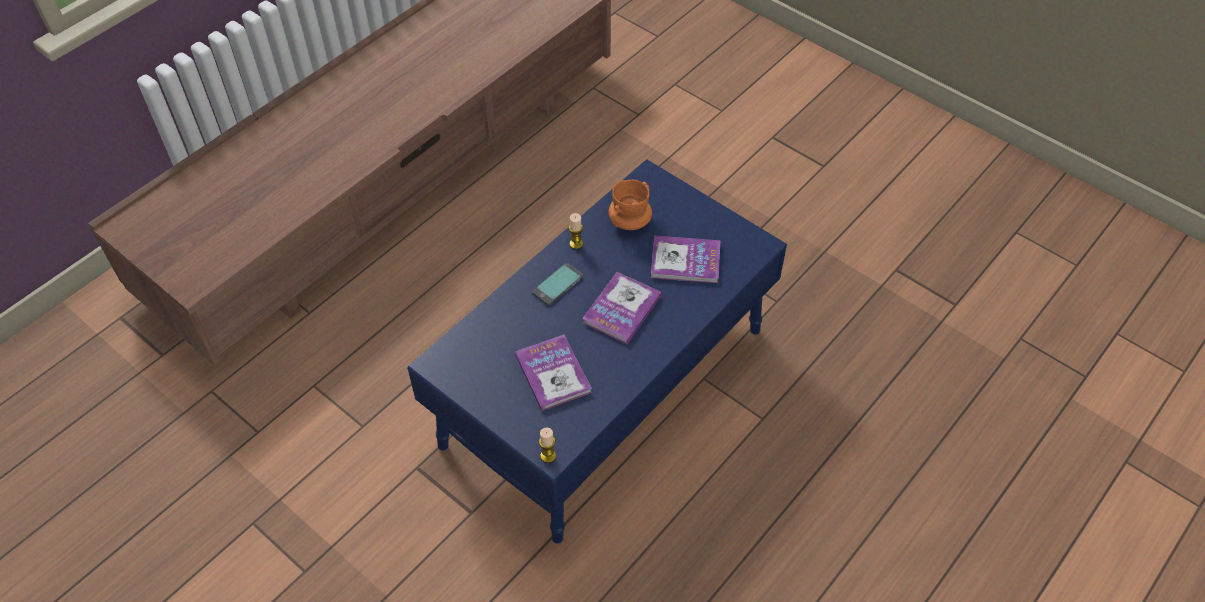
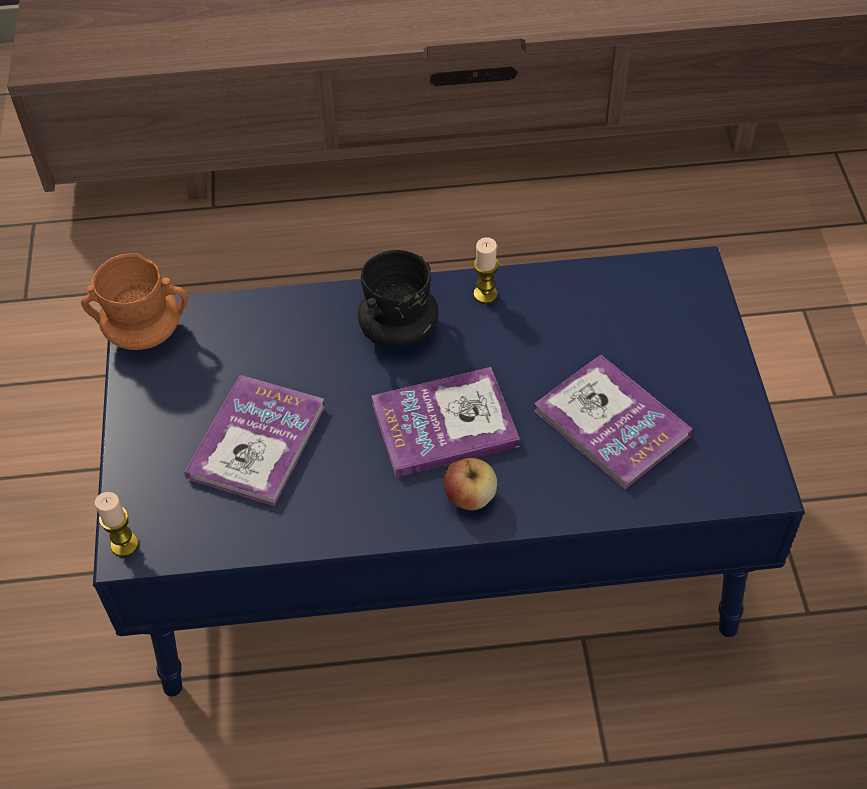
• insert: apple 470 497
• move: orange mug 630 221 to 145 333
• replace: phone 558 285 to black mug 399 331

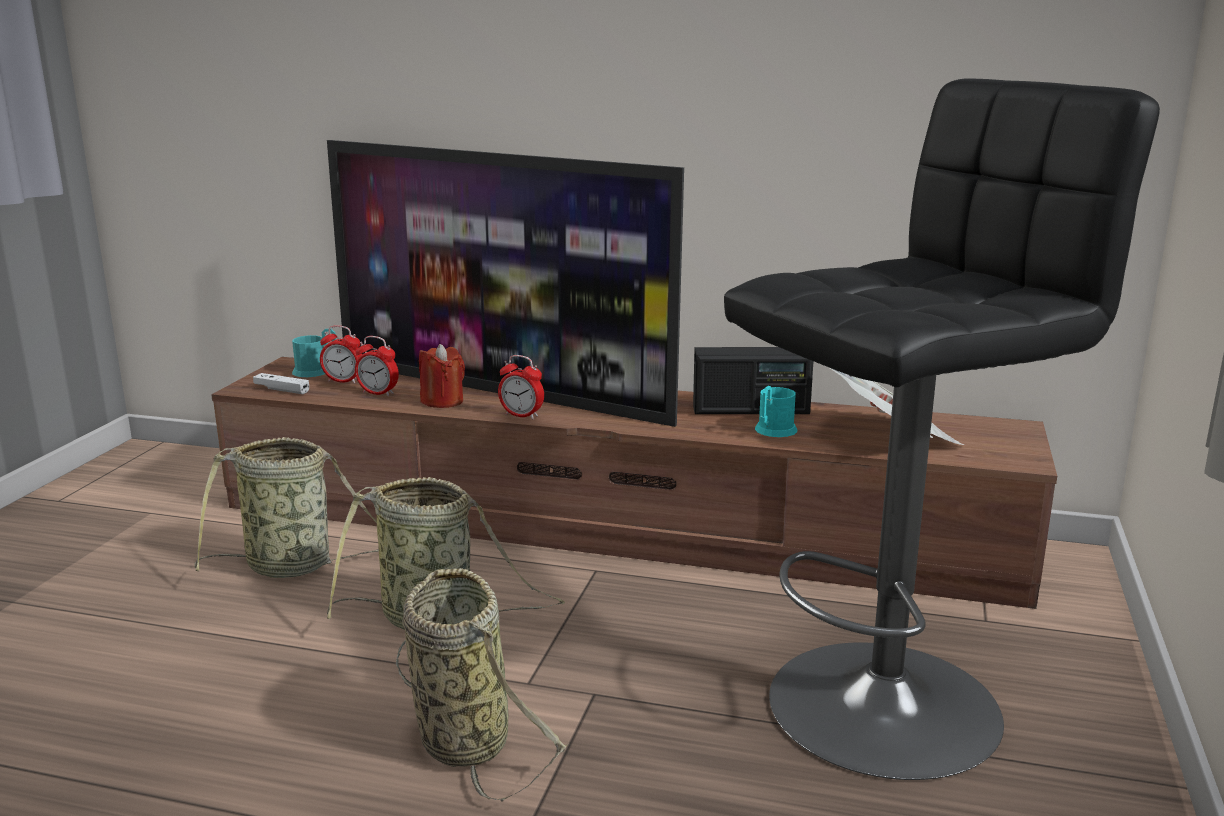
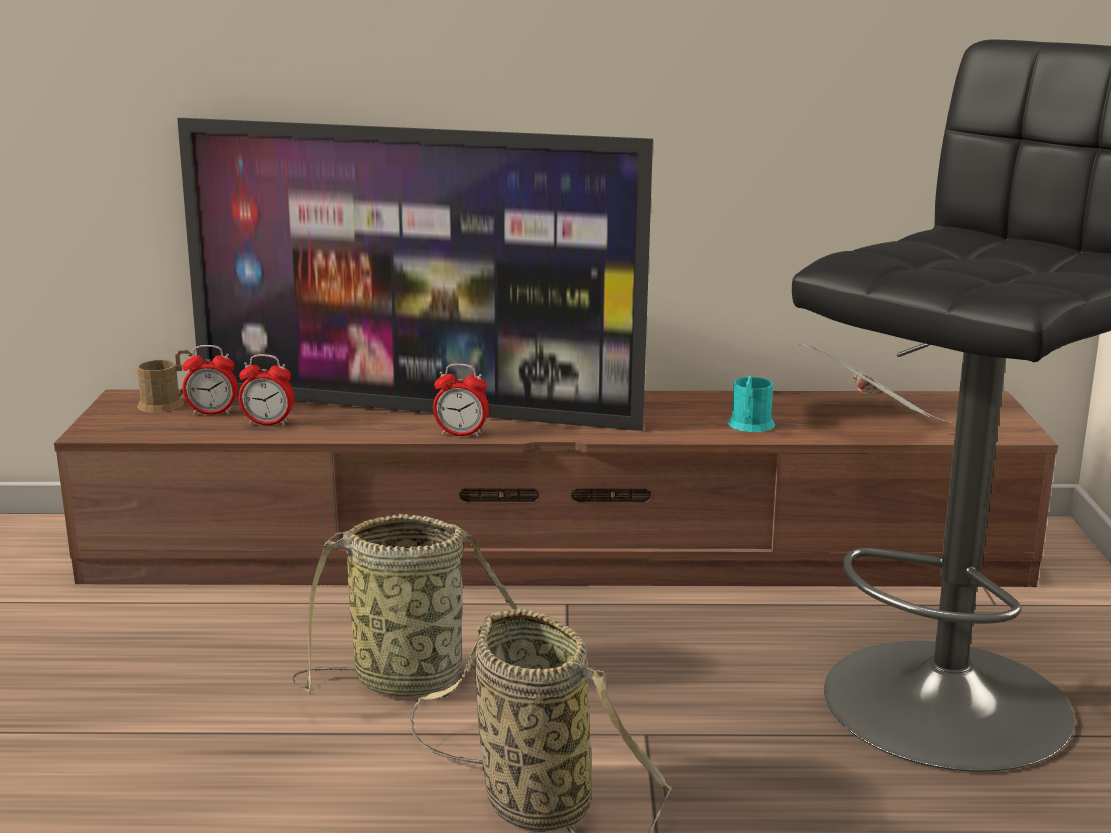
• delete: basket 296 566
• delete: white game controller 282 390
• delete: red candle 442 401
• delete: radio 751 410
• recolor: turquoise mug 316 371 to brown mug 168 404

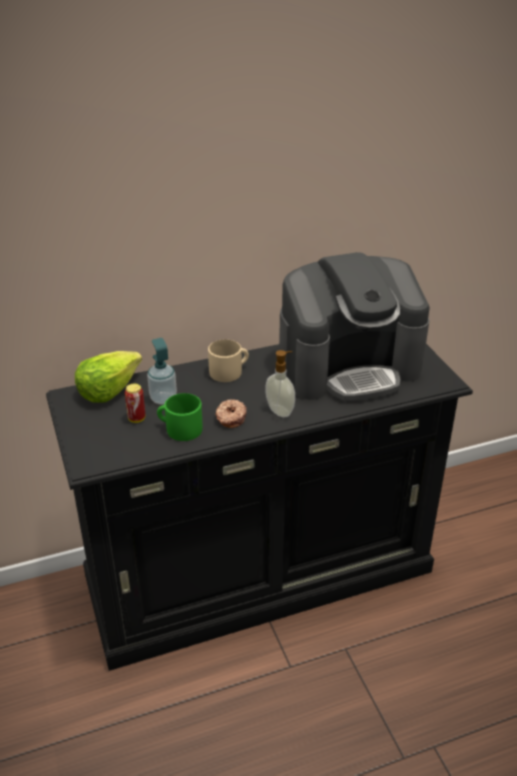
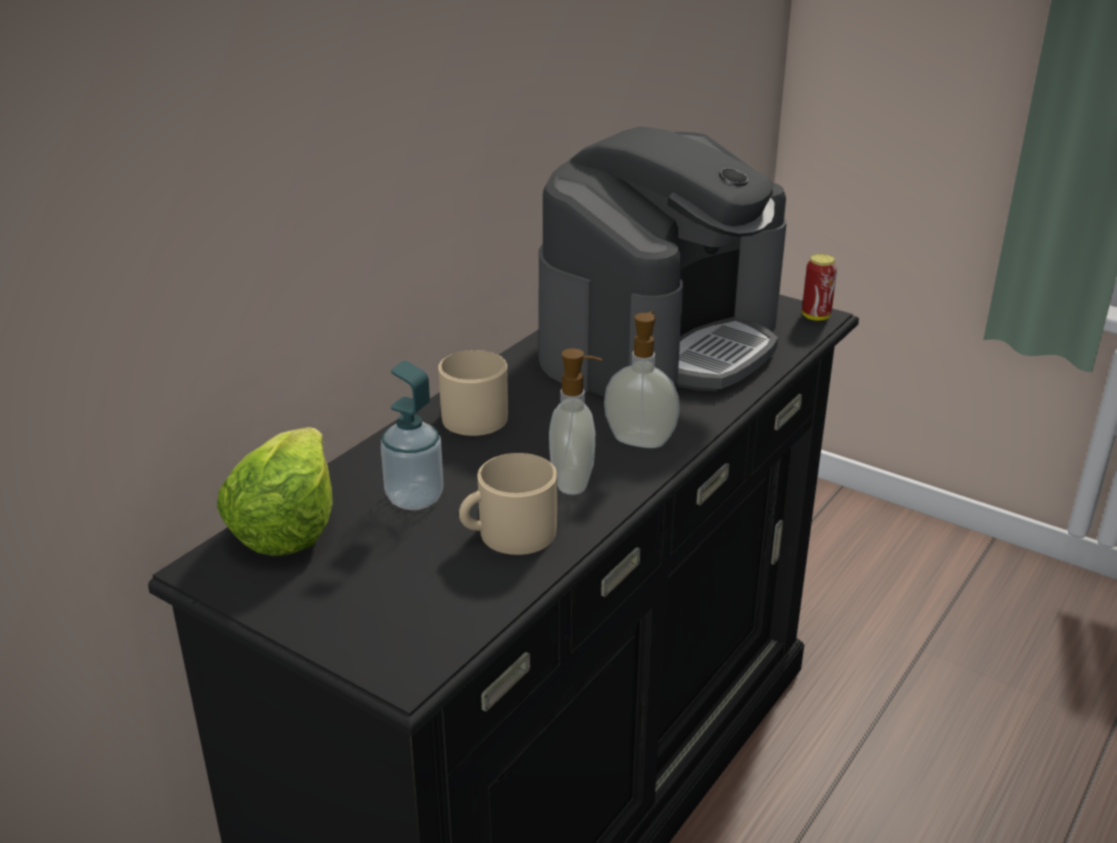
• move: can 136 419 to 815 317
• replace: donut 230 418 to soap dispenser 574 482
• recolor: green mug 179 428 to beige mug 508 534

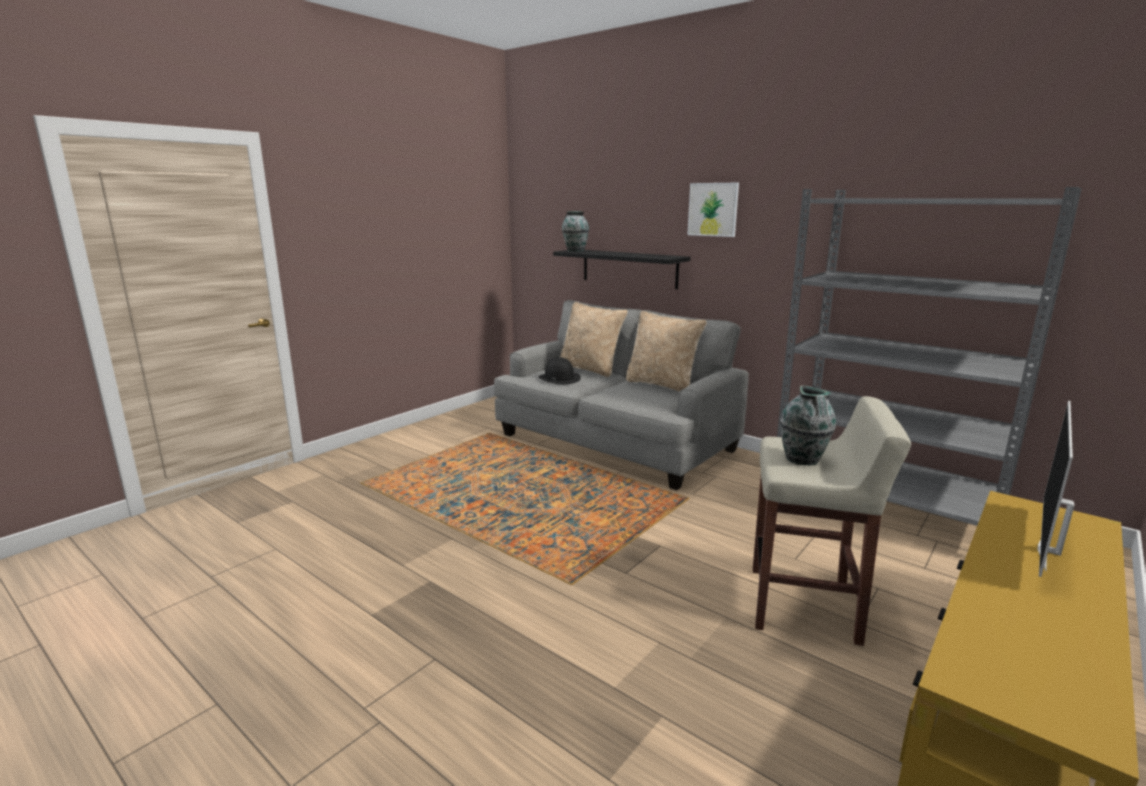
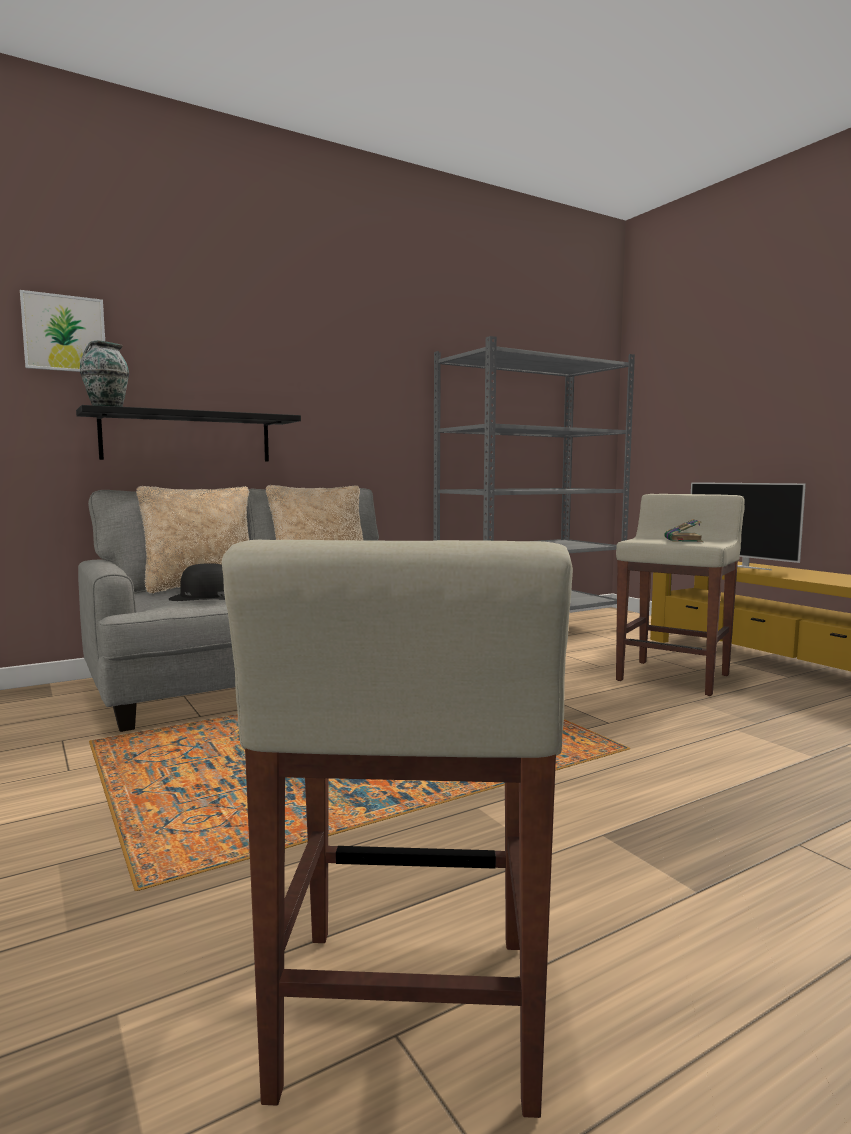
• insert: beige stool 407 1016
• move: picture 713 209 to 64 333
• replace: vase 803 460 to book 683 540

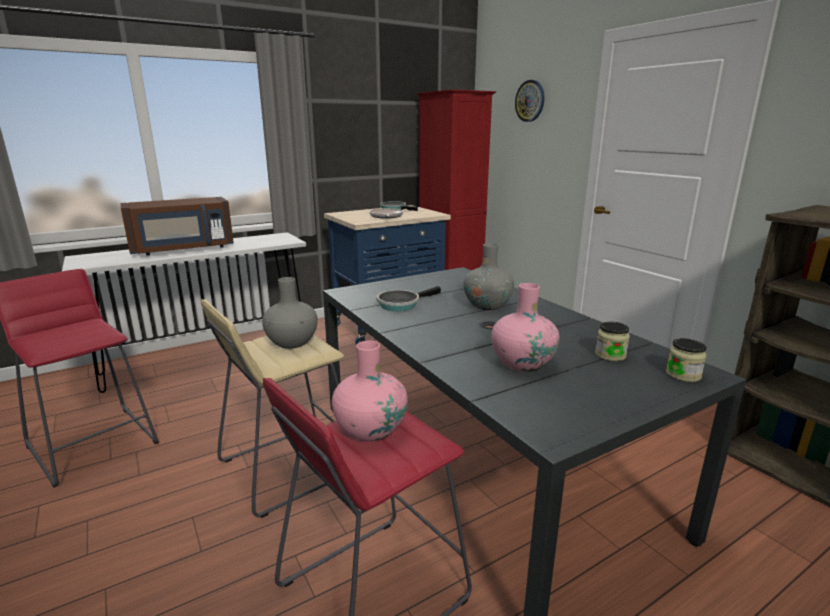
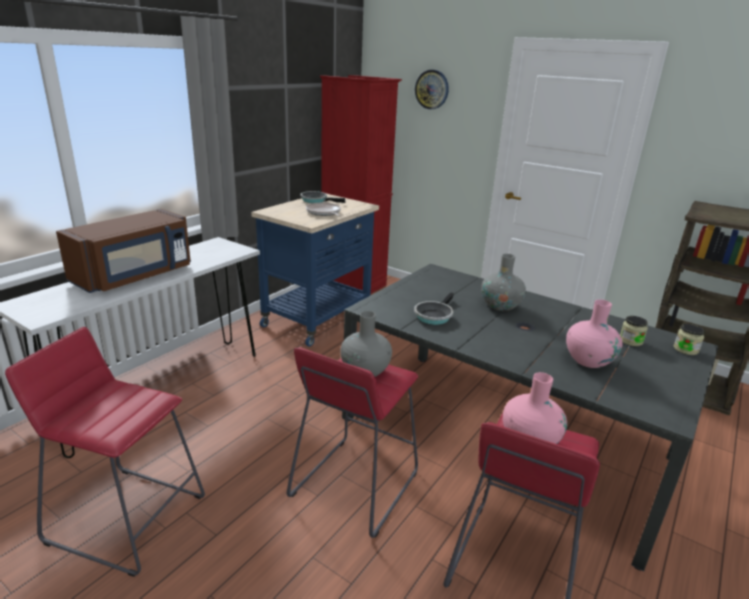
• recolor: beige stool 287 467 to red stool 355 485

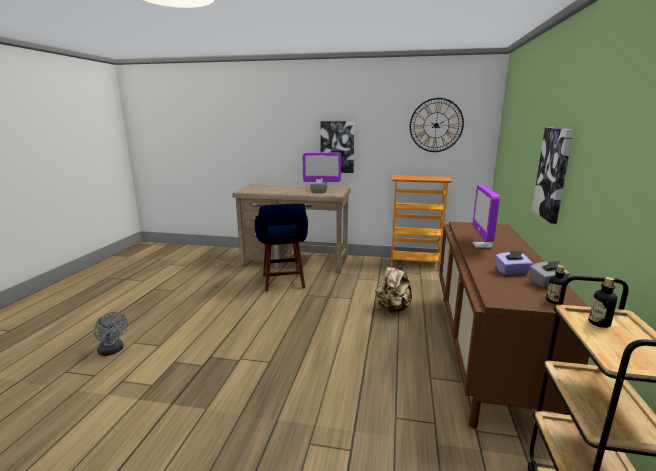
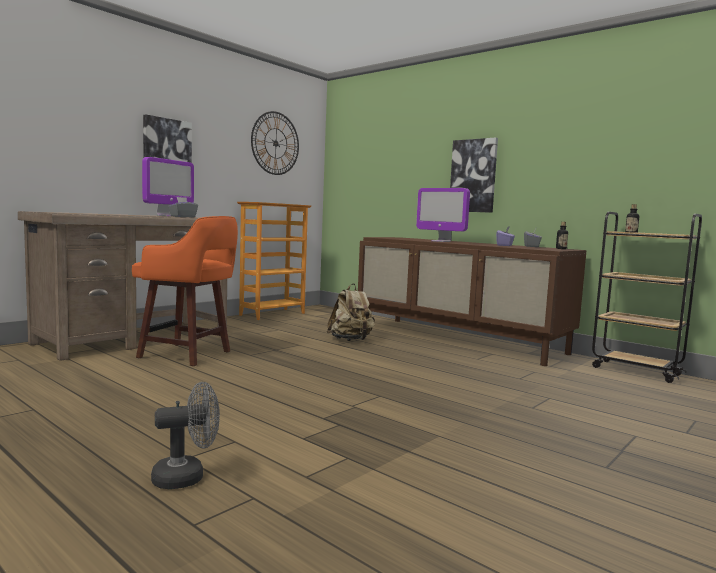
• recolor: blue stool 283 282 to orange stool 188 355

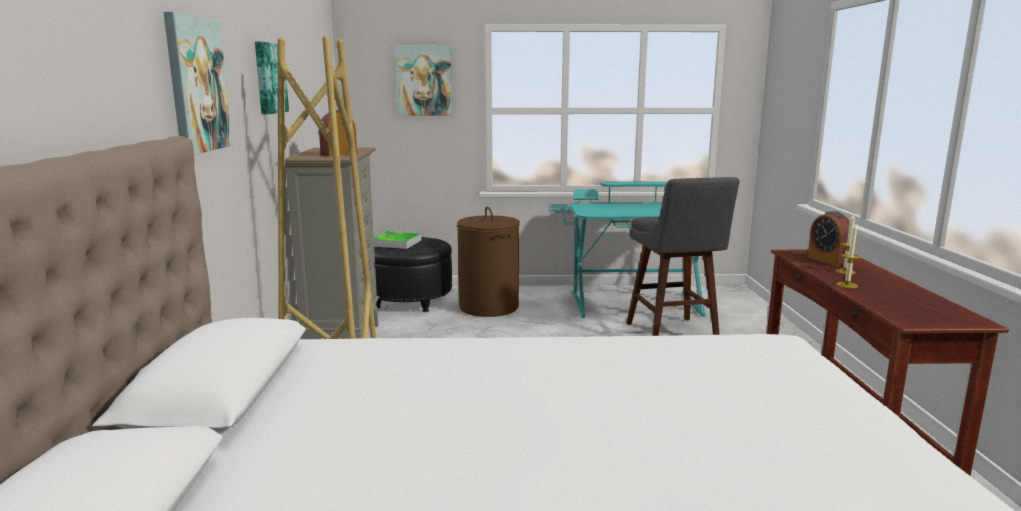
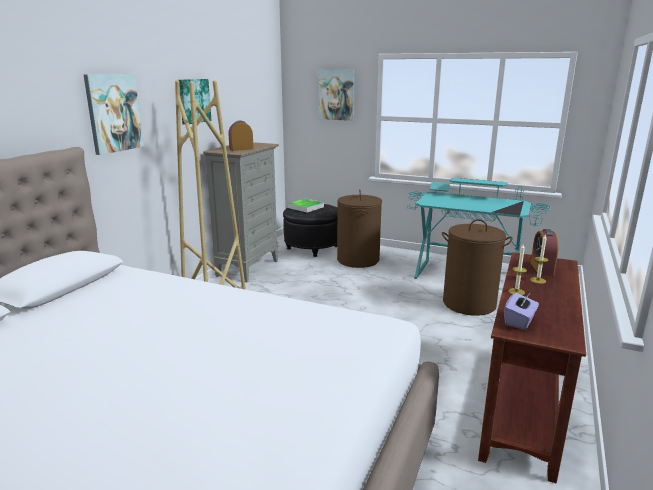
• insert: purple tissue box 519 321
• replace: grey stool 673 334 to brown laundry basket 469 304

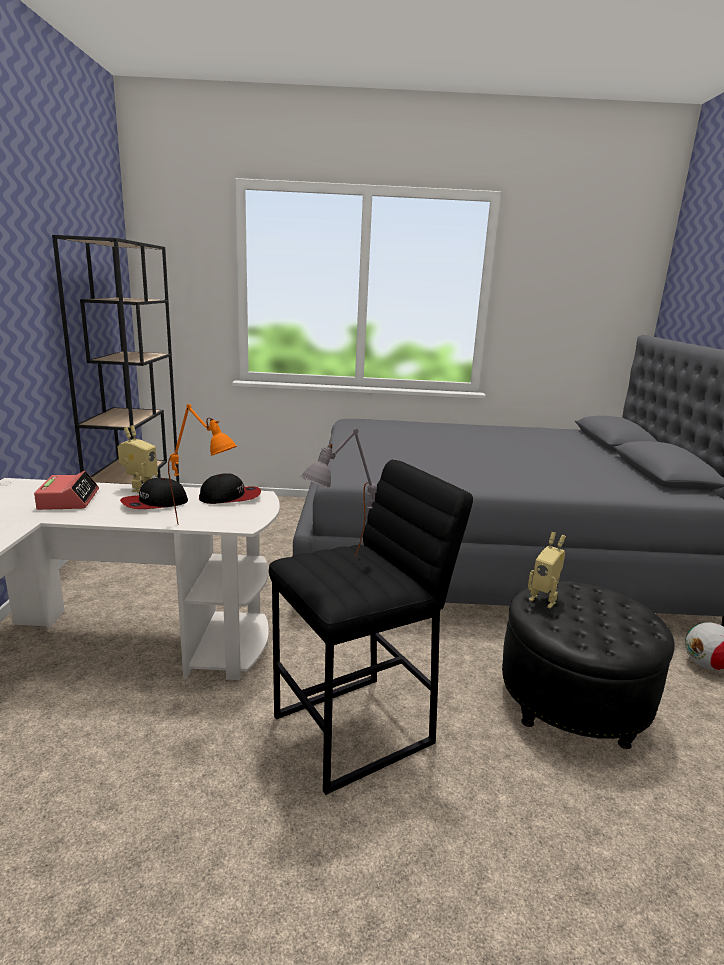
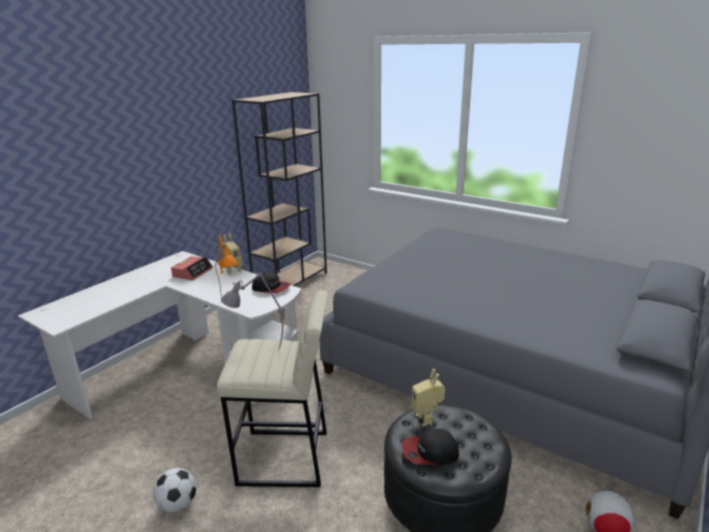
• insert: football 178 504
• move: cap 154 503 to 430 452
• recolor: black stool 356 728 to beige stool 286 457

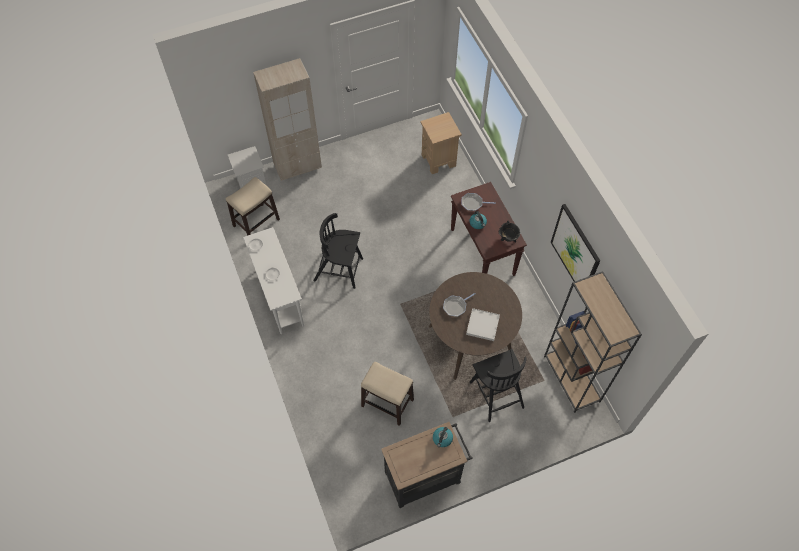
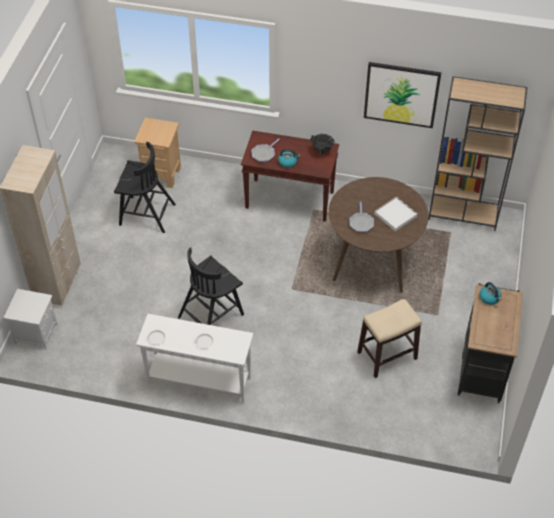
• delete: stool 256 222
• move: black chair 496 393 to 146 214

